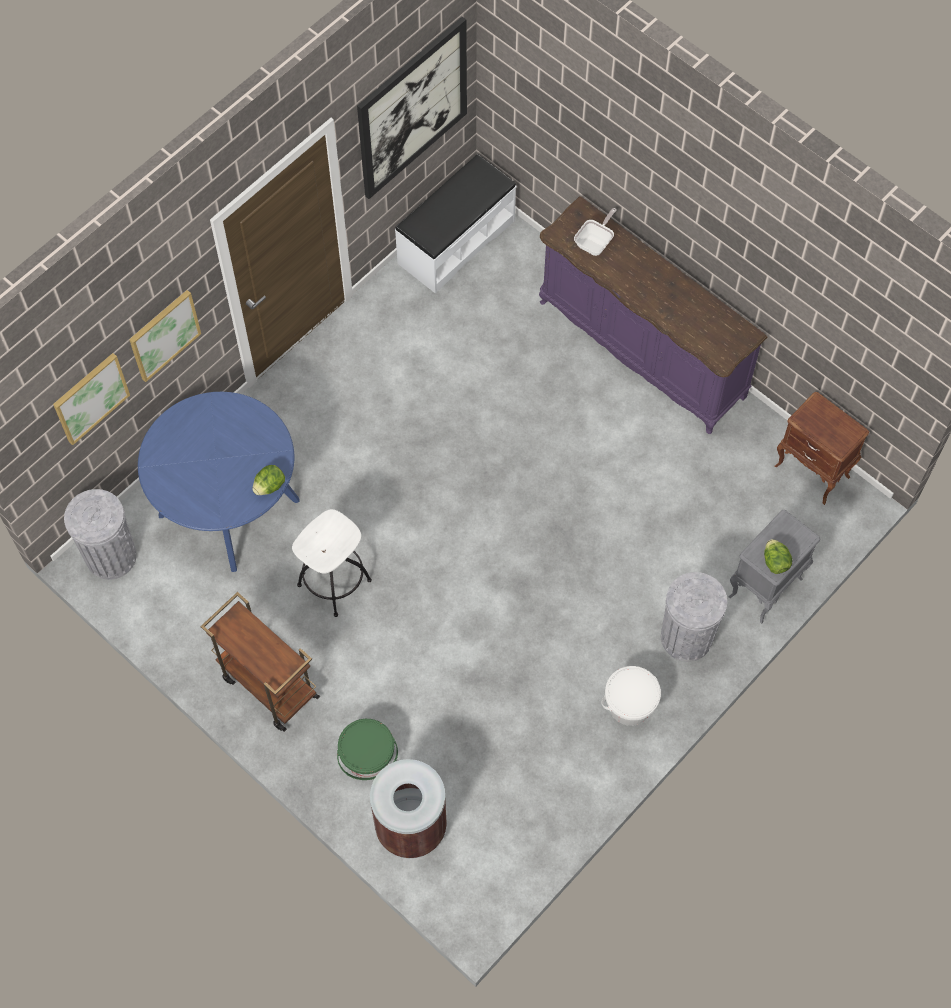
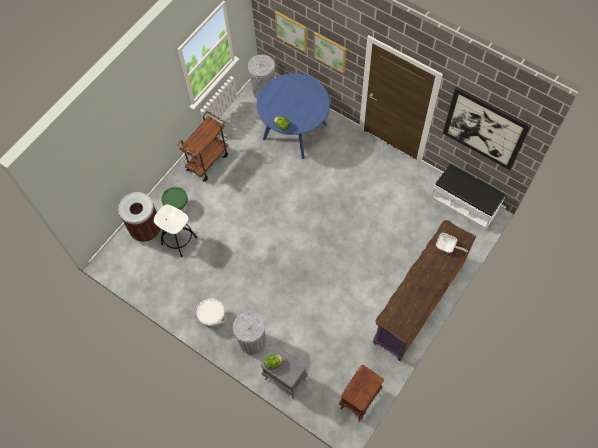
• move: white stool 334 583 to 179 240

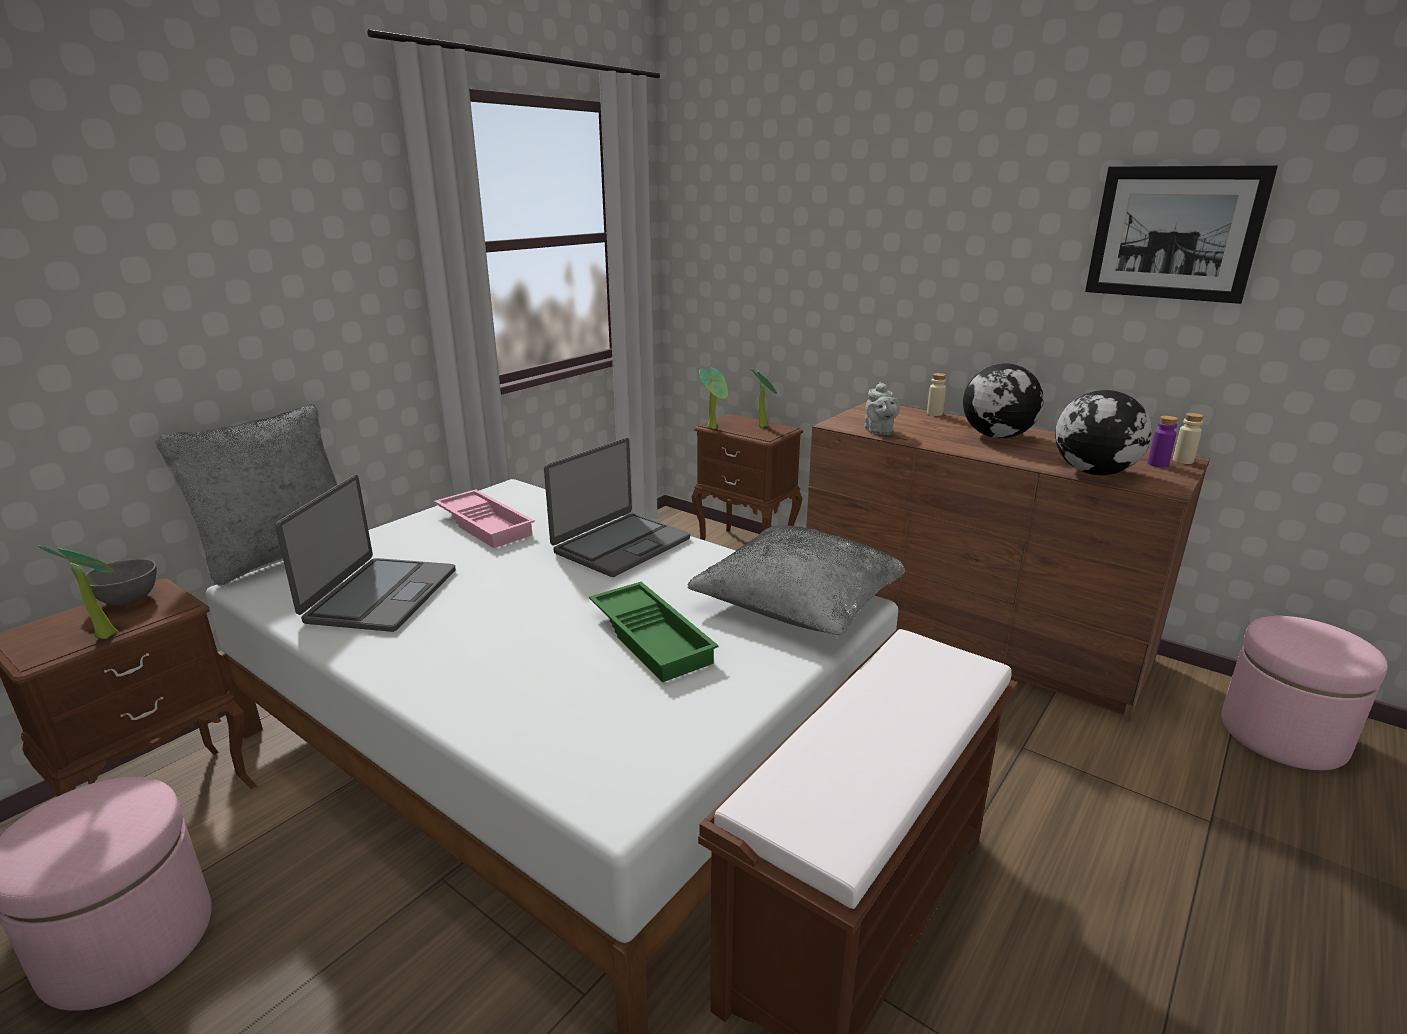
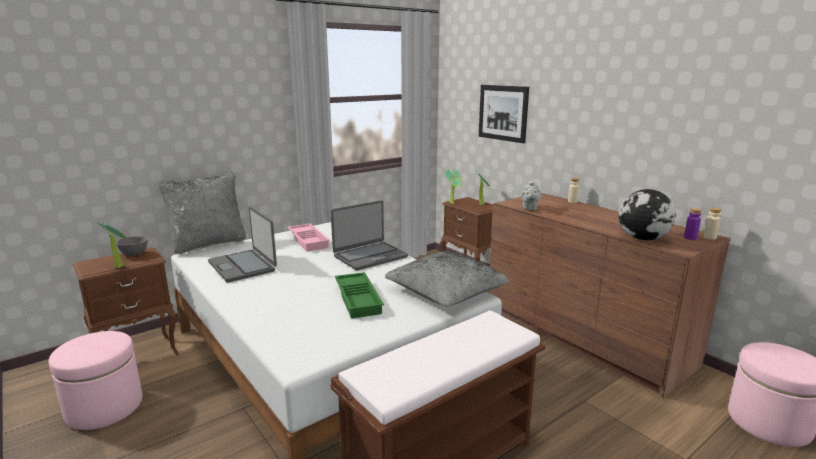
• delete: globe 998 437
• move: picture 1174 233 to 503 113
• rotate: laptop 380 595 = 243 266 120 degrees clockwise

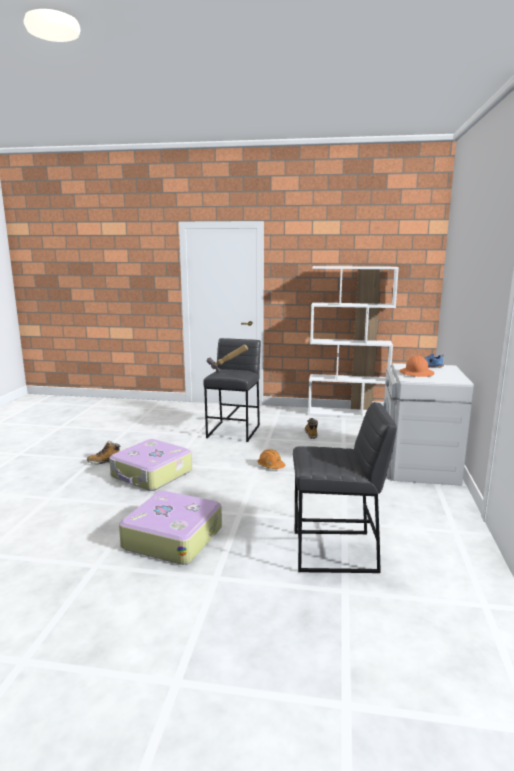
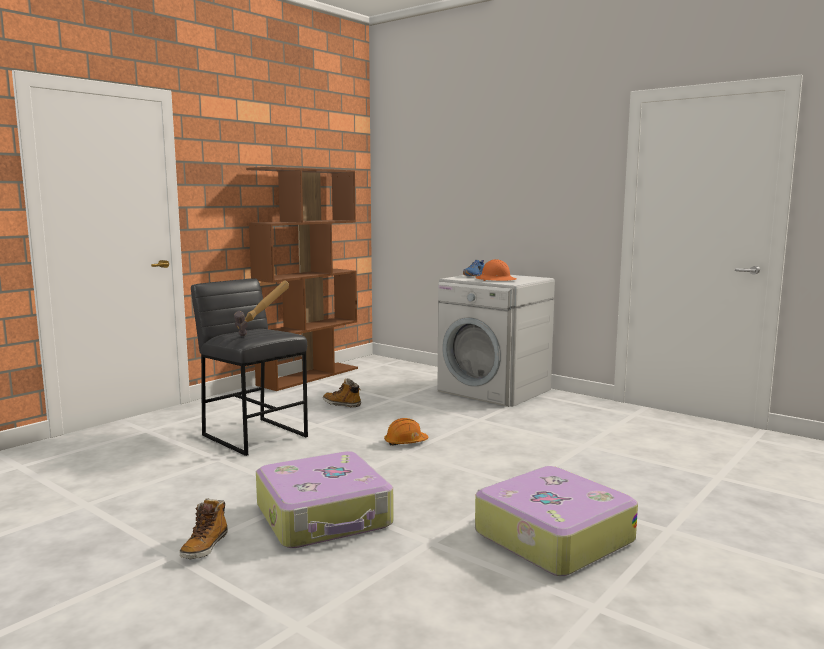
• delete: grey stool 336 551
• recolor: white bookcase 347 413 to brown bookcase 309 376

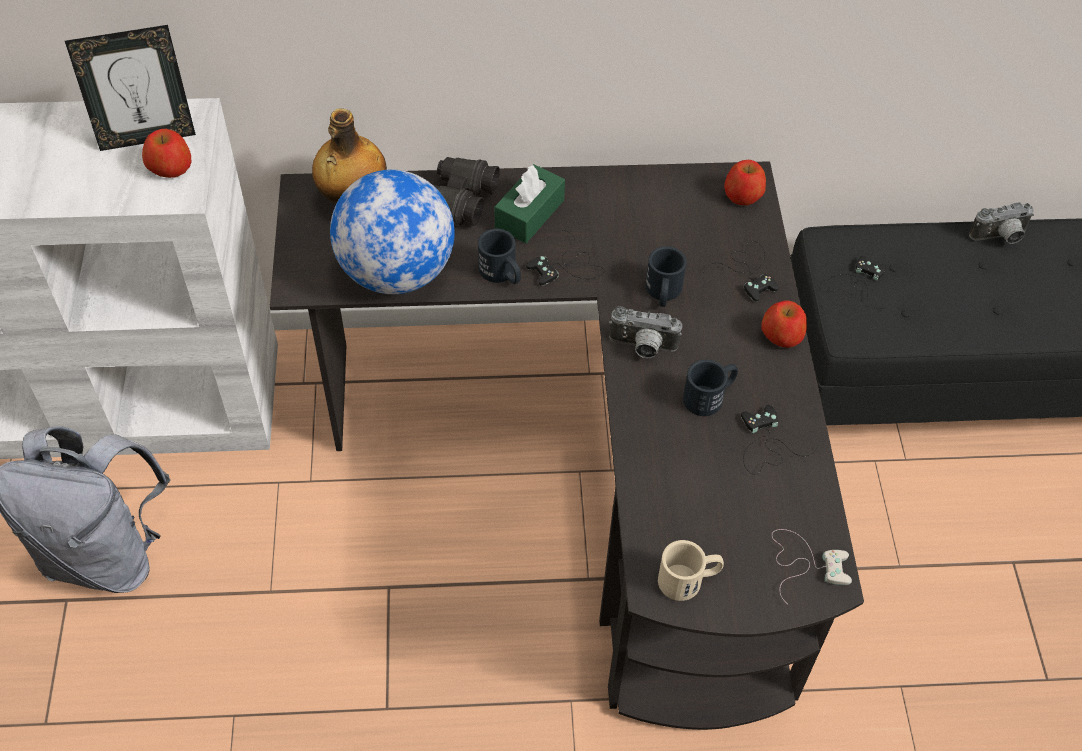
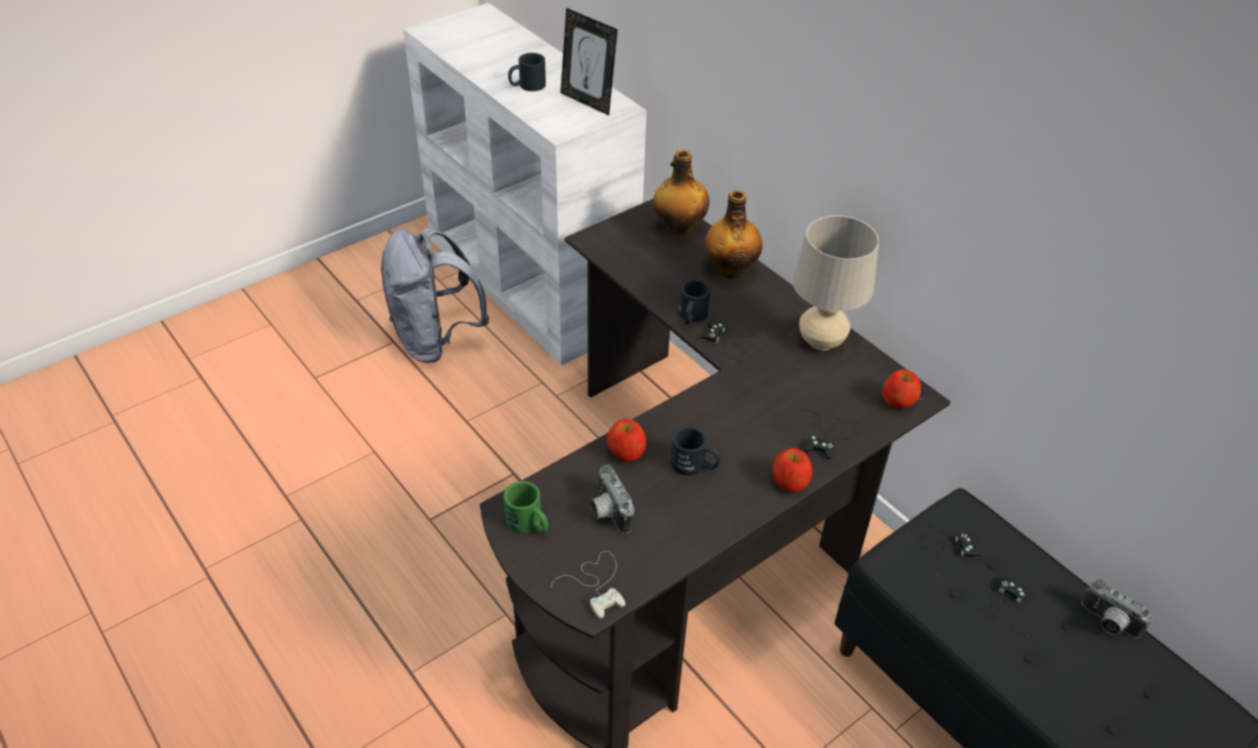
• delete: globe 396 272
• delete: green tissue box 529 214
• insert: beige table lamp 821 341
• move: apple 170 168 to 626 451
• move: photo camera 642 348 to 607 512
• move: black mug 663 293 to 527 86
• move: black game controller 766 444 to 999 604
• replace: black binoculars 459 199 to bottle 730 270
• recolor: beige mug 689 579 to green mug 529 524

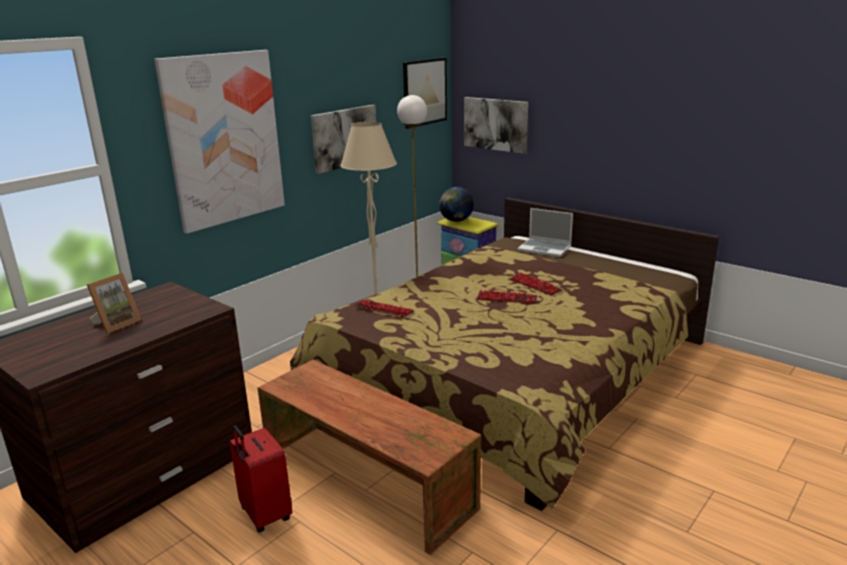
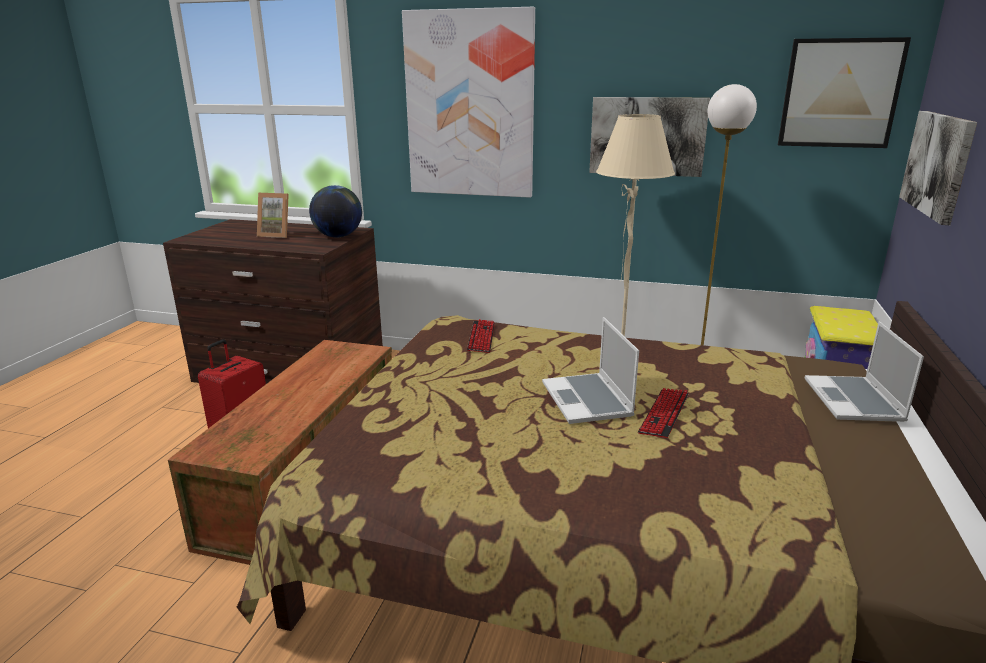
• move: globe 456 221 to 338 236
• replace: keyboard 507 298 to laptop 588 400

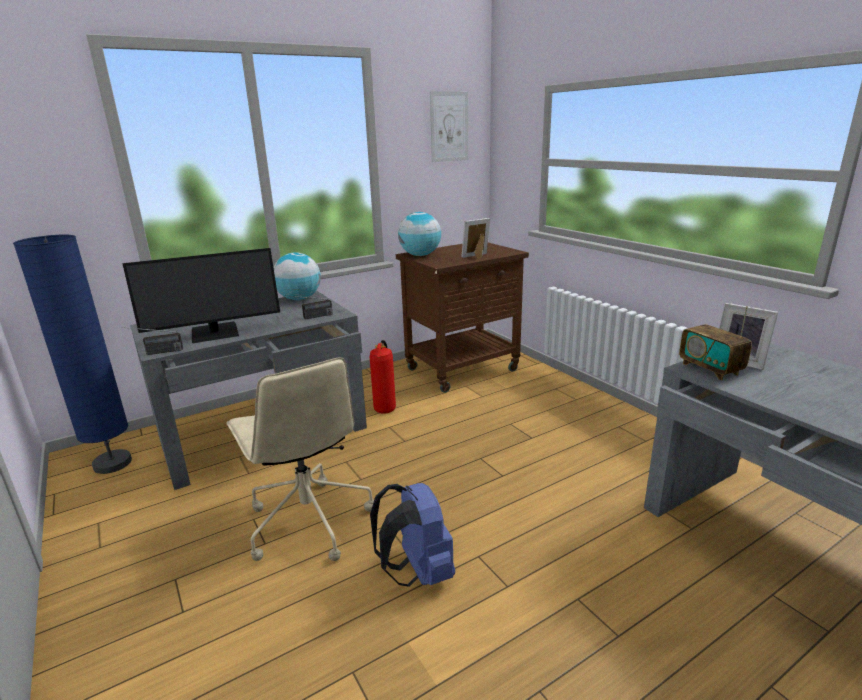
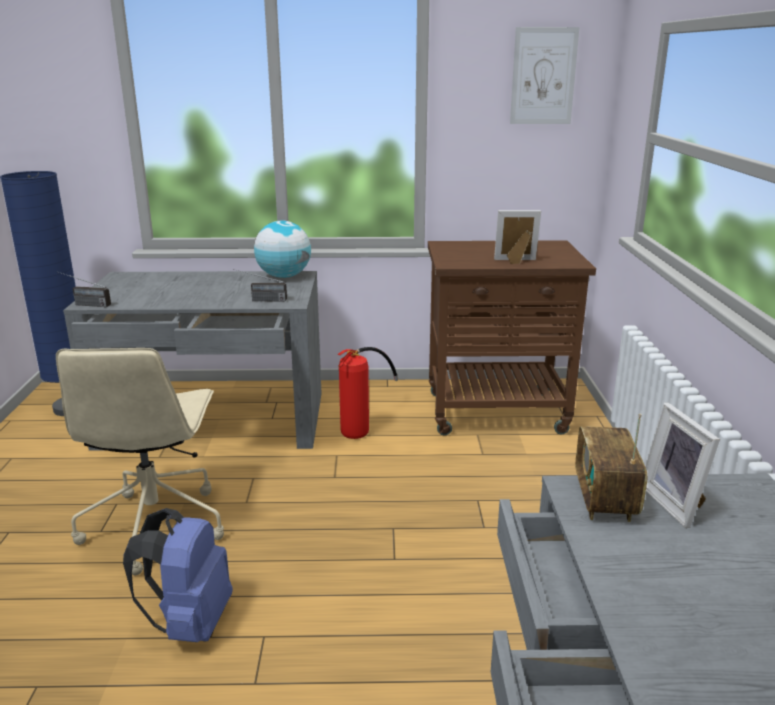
• delete: monitor 214 333
• delete: globe 420 255

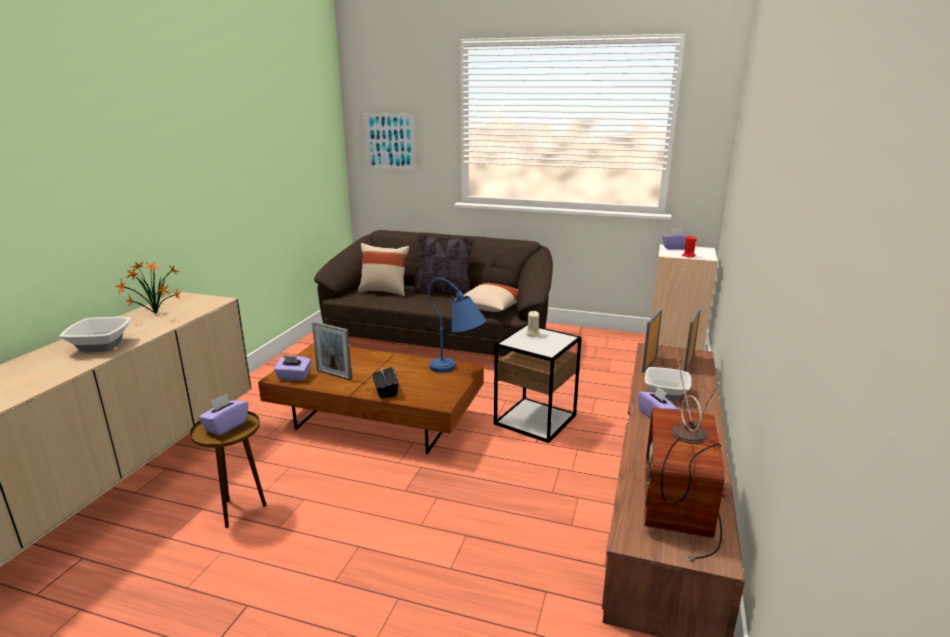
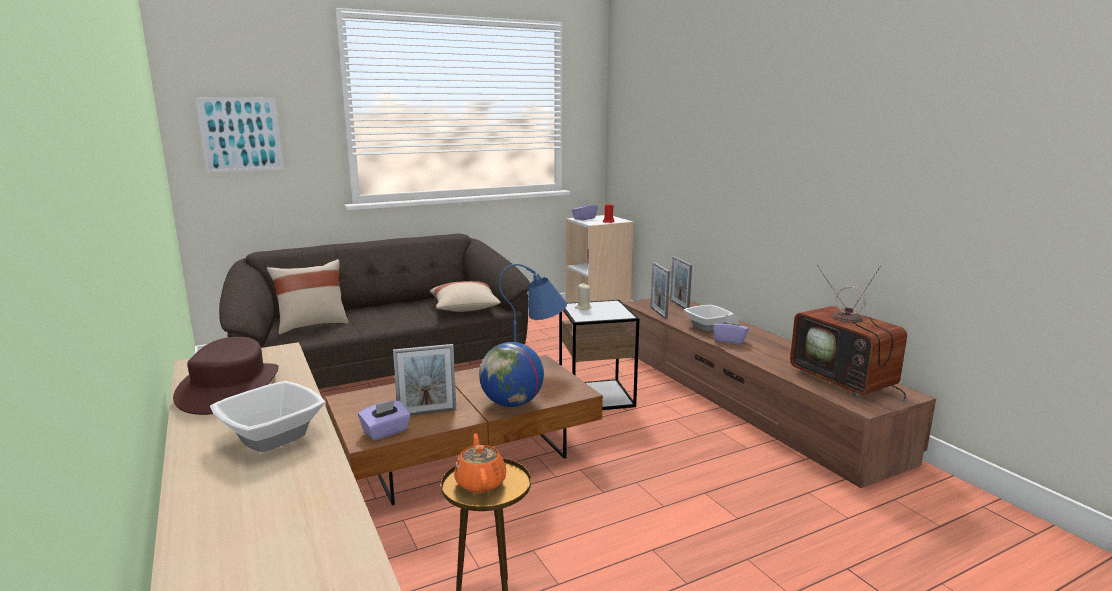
• delete: black pillow 443 291
• replace: potted plant 154 314 to brown hat 230 388
• replace: purple tissue box 226 426 to orange teapot 480 482
• replace: black tissue box 385 391 to globe 512 404

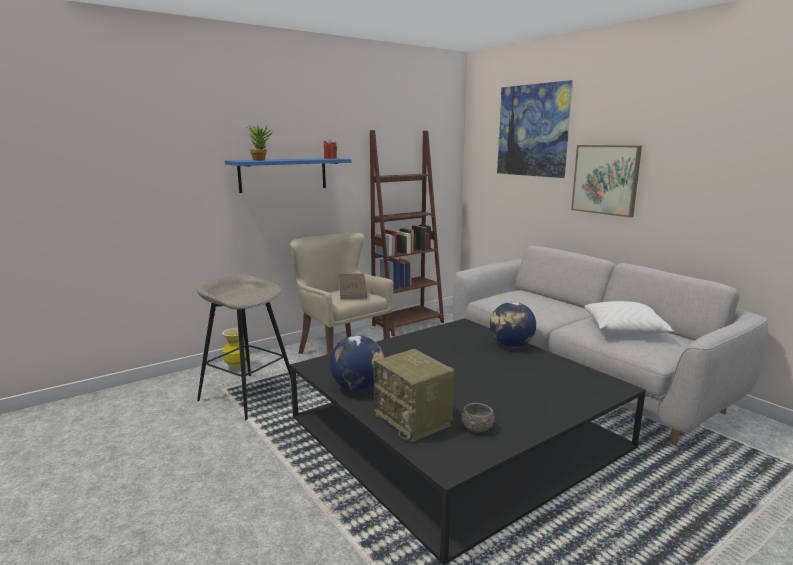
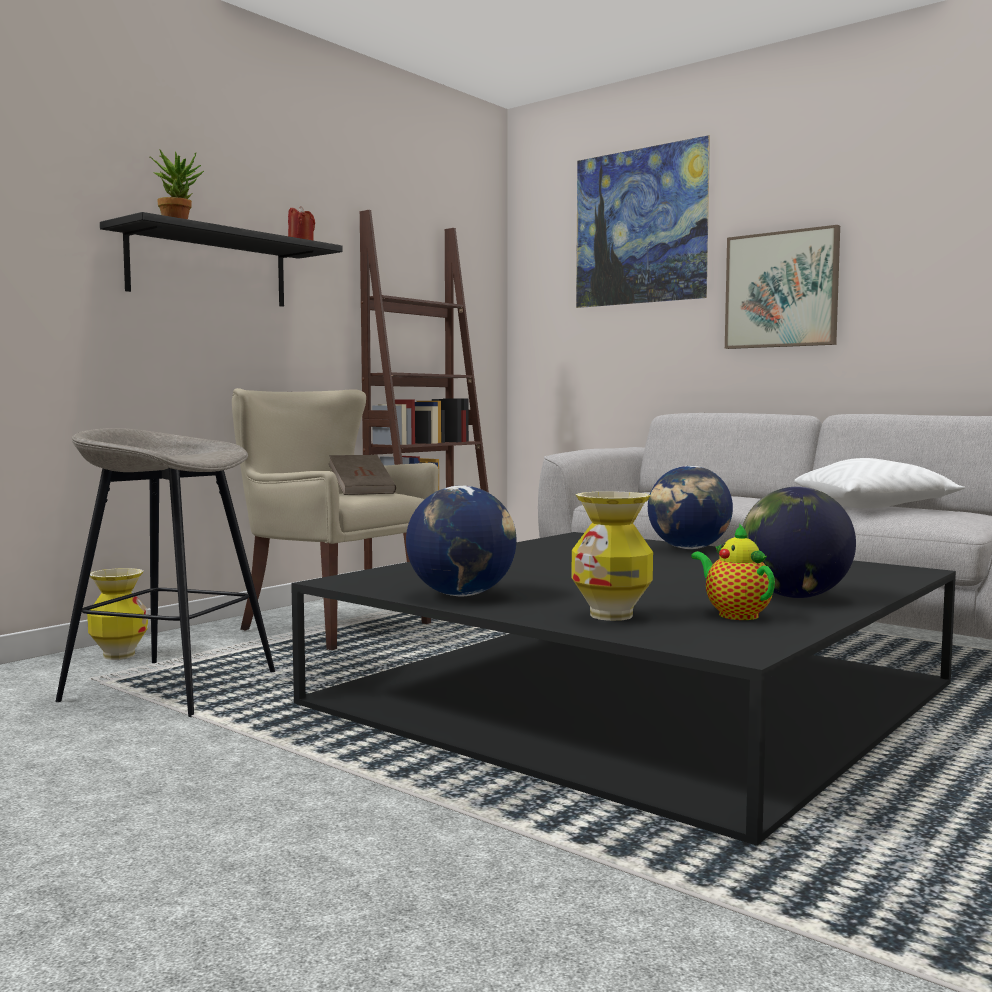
• insert: globe 795 597
• replace: radio 414 420 to vase 612 616
• replace: grey bowl 477 428 to teapot 734 614
• recolor: blue shelf 283 174 to black shelf 208 269

